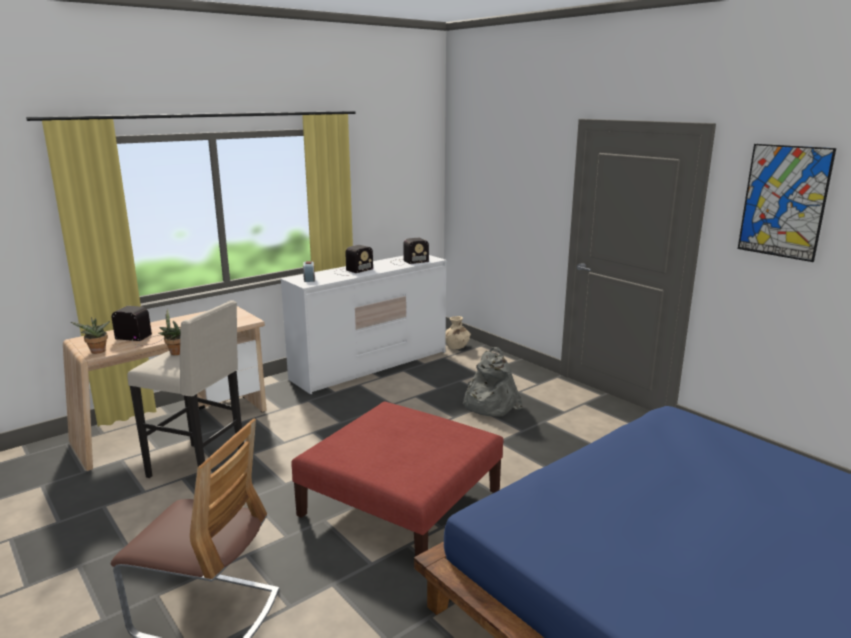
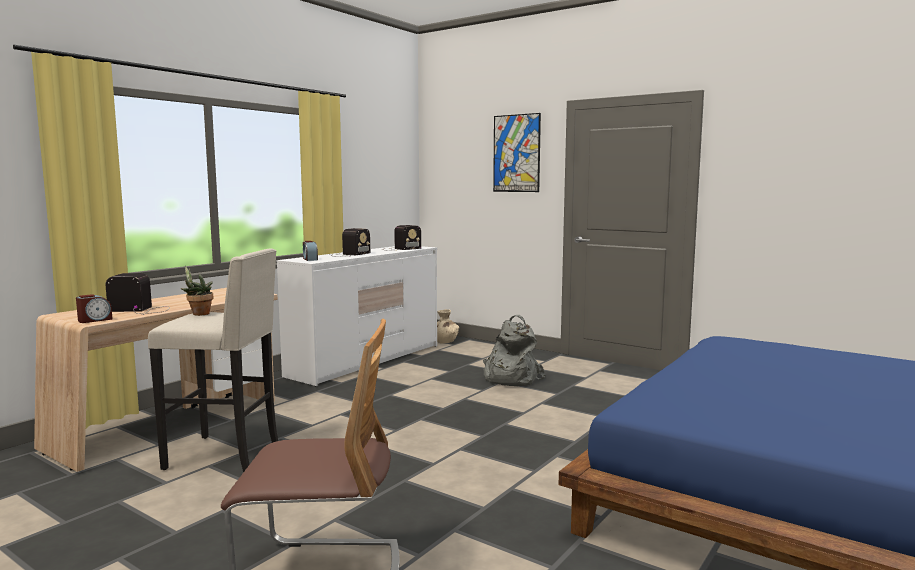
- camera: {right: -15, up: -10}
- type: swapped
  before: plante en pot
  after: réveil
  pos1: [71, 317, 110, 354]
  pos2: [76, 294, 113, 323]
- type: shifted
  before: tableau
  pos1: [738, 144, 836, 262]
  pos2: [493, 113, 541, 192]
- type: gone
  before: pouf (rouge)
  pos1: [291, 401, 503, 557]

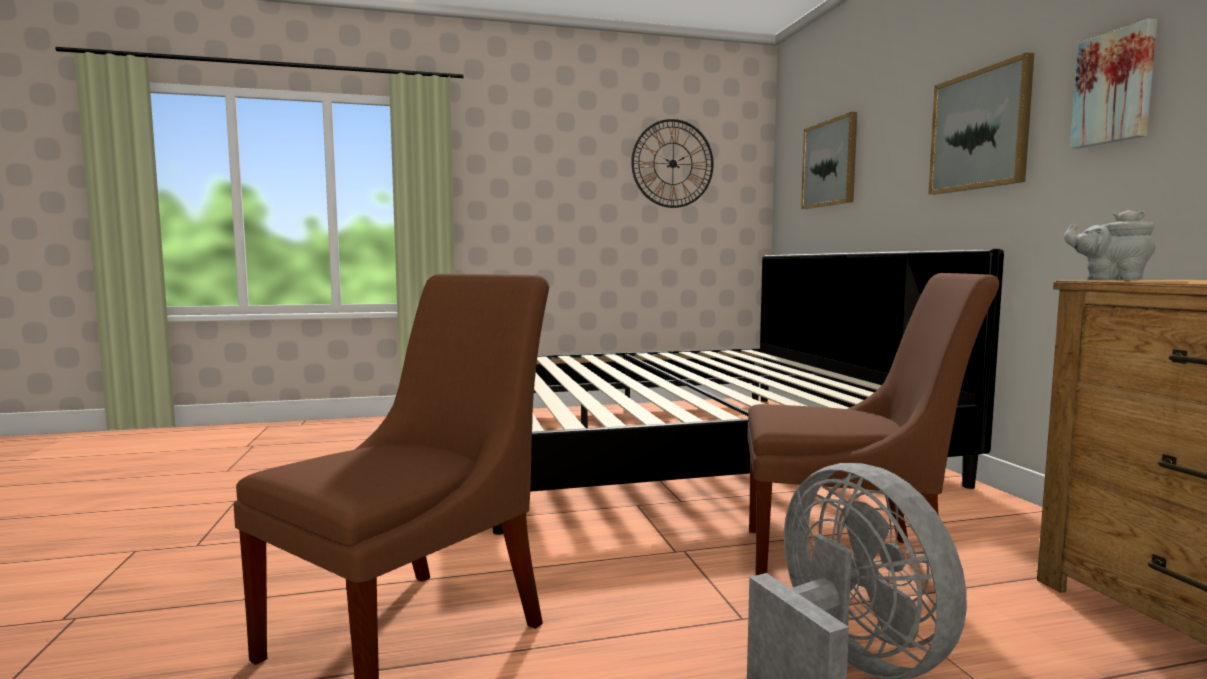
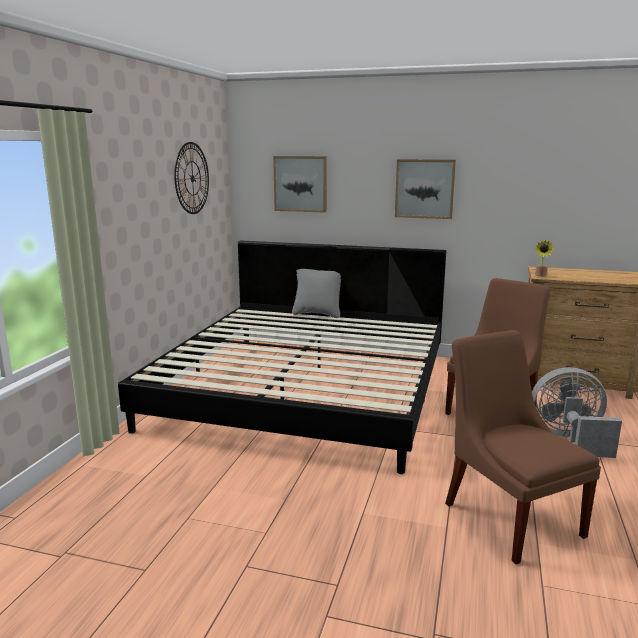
- camera: {right: -60, up: 10}
- type: new
  after: coussin (gris)
  pos2: [292, 269, 341, 318]
- type: swapped
  before: théière (gris)
  after: plante en pot
  pos1: [1064, 210, 1156, 281]
  pos2: [535, 240, 554, 277]
- type: gone
  before: tableau
  pos1: [1070, 19, 1157, 149]

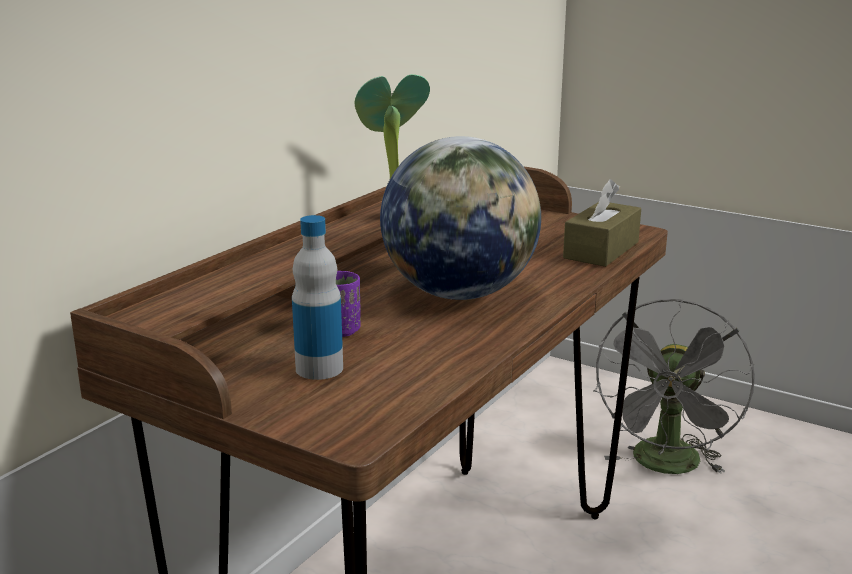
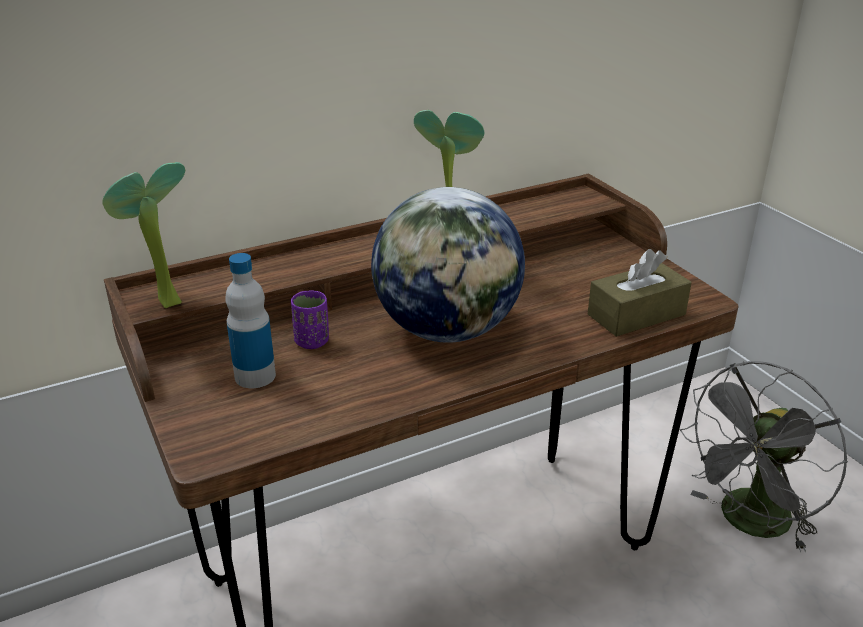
- camera: {right: 30, up: 10}
- type: new
  after: plante en pot
  pos2: [102, 162, 185, 308]

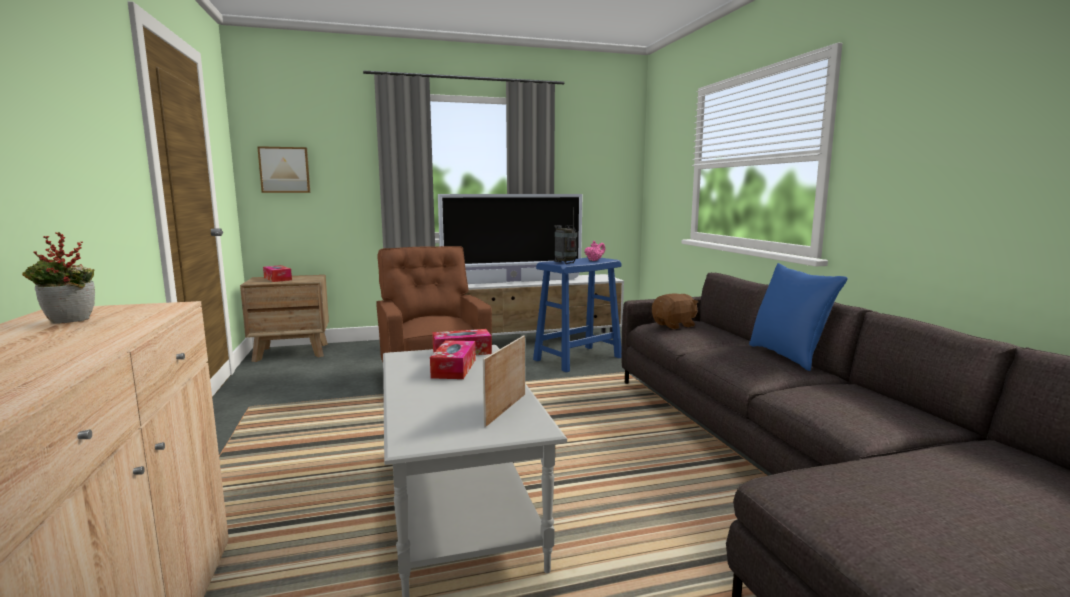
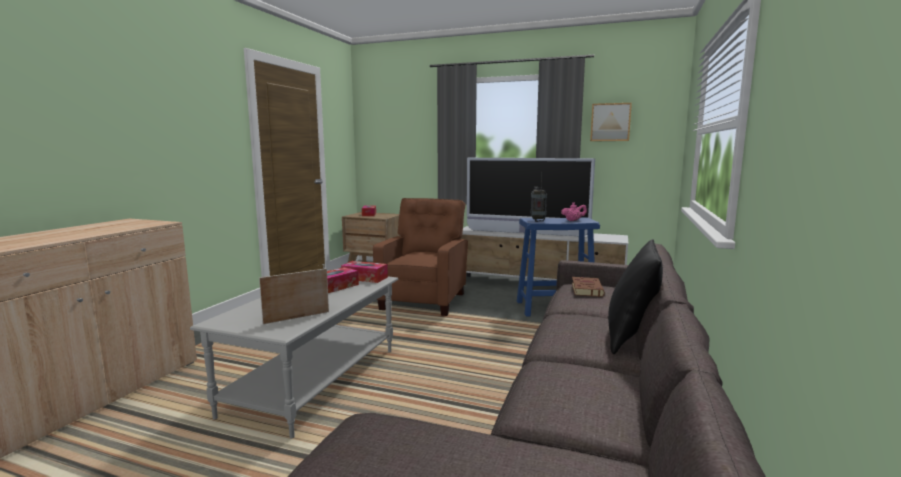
- camera: {right: 35, up: 0}
- type: swapped
  before: peluche (marron)
  after: livre (marron)
  pos1: [652, 294, 698, 329]
  pos2: [572, 277, 605, 297]
- type: shifted
  before: tableau
  pos1: [257, 146, 310, 193]
  pos2: [590, 103, 632, 141]
- type: repainted
  before: coussin (bleu)
  after: coussin (noir)
  pos1: [749, 263, 848, 371]
  pos2: [608, 239, 663, 354]
- type: gone
  before: plante en pot
  pos1: [22, 232, 95, 323]

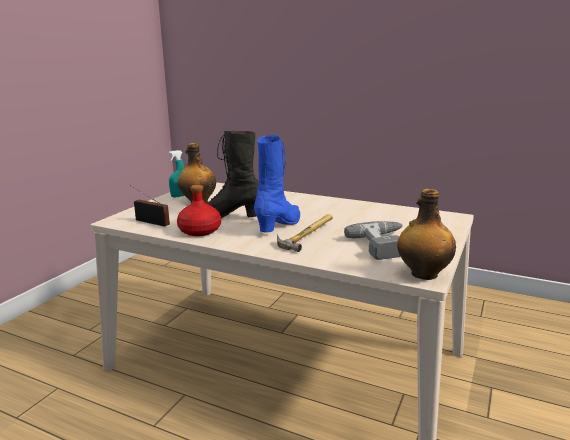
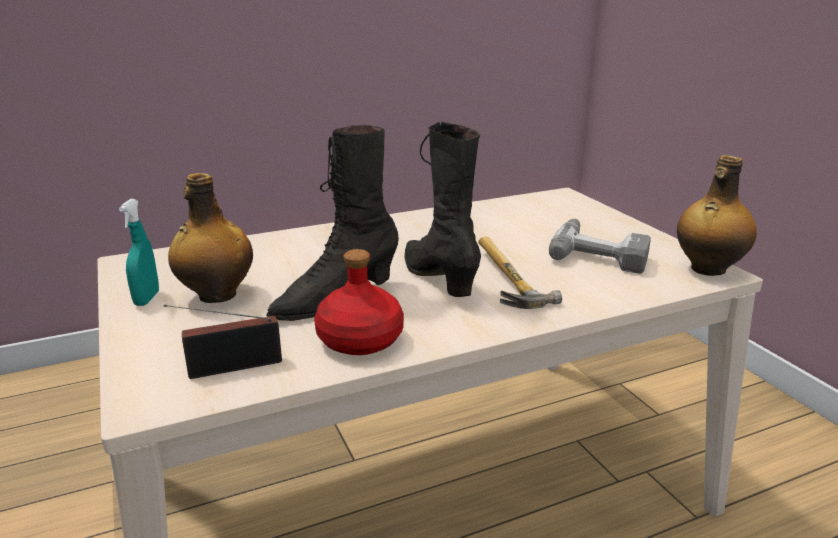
- camera: {right: -50, up: 5}
- type: repainted
  before: botte (bleu)
  after: botte (noir)
  pos1: [254, 135, 300, 233]
  pos2: [405, 122, 481, 297]

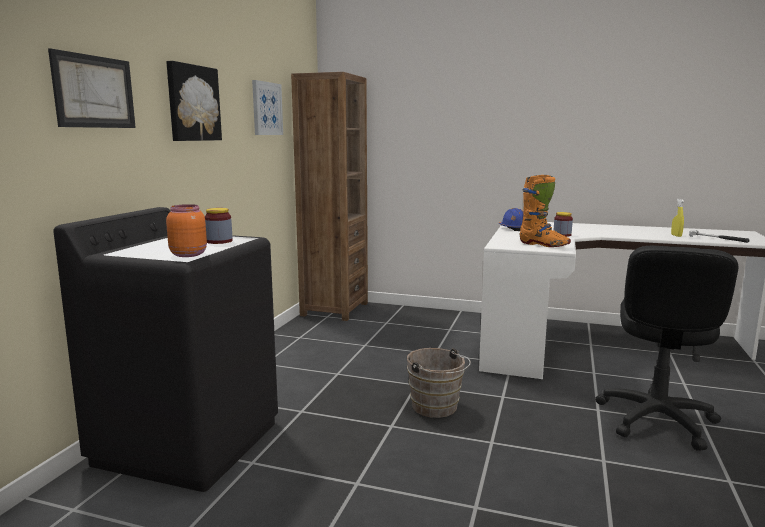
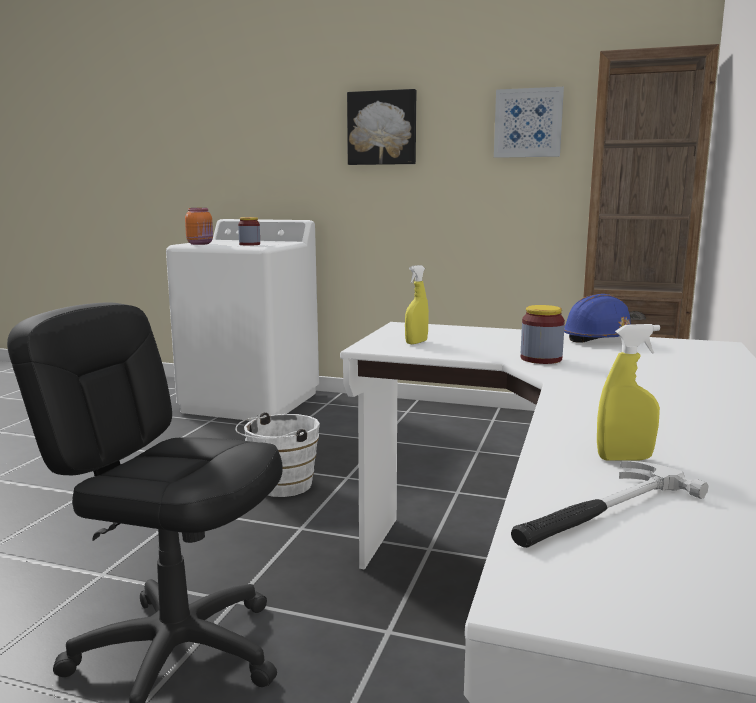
- camera: {right: 90, up: 0}
- type: repainted
  before: lave-linge (noir)
  after: lave-linge (blanc)
  pos1: [53, 207, 278, 492]
  pos2: [166, 219, 319, 421]
- type: repainted
  before: seau (marron)
  after: seau (blanc)
  pos1: [407, 348, 471, 418]
  pos2: [235, 412, 320, 497]
- type: swapped
  before: botte (orange)
  after: vaporisateur (jaune)
  pos1: [520, 175, 571, 247]
  pos2: [405, 265, 429, 344]
- type: gone
  before: tableau
  pos1: [48, 48, 136, 128]

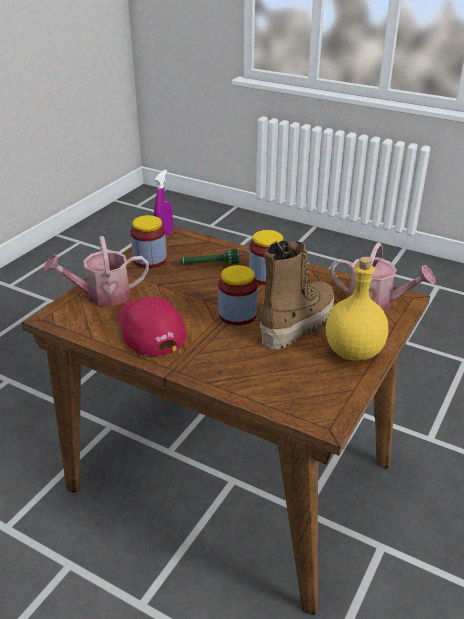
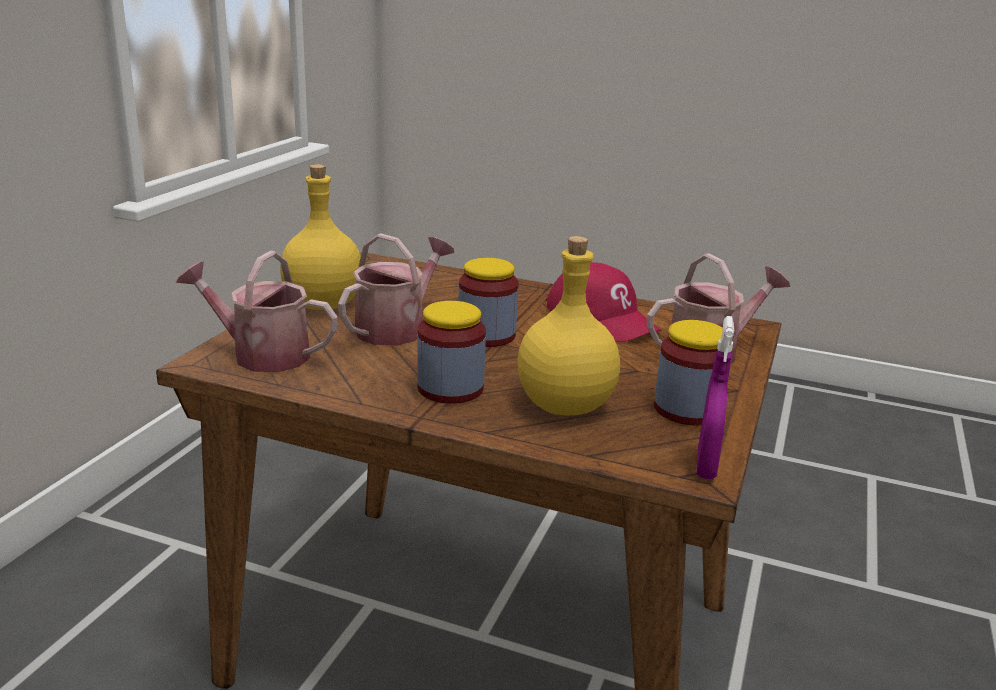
- camera: {right: 170, up: -10}
- type: swapped
  before: botte
  after: arrosoir
  pos1: [260, 240, 334, 350]
  pos2: [338, 233, 454, 346]
- type: swapped
  before: lampe de poche (vert)
  after: bouteille (jaune)
  pos1: [180, 249, 240, 264]
  pos2: [517, 236, 620, 416]

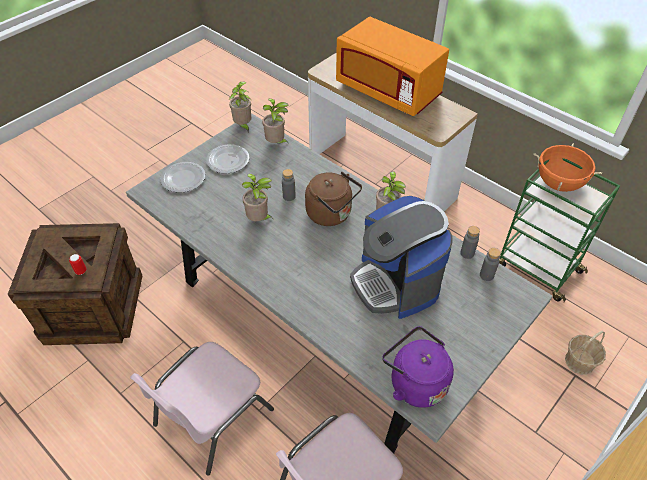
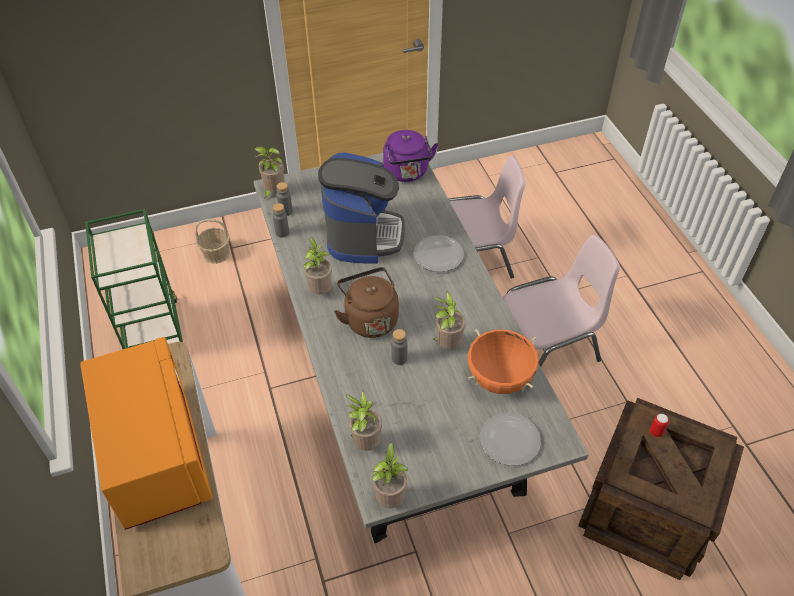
- camera: {right: -150, up: 0}
- type: new
  after: plante en pot
  pos2: [253, 147, 285, 200]
- type: shifted
  before: assiette
  pos1: [206, 144, 249, 173]
  pos2: [414, 235, 464, 272]
- type: shifted
  before: marmite (orange)
  pos1: [534, 143, 602, 192]
  pos2: [468, 329, 539, 394]

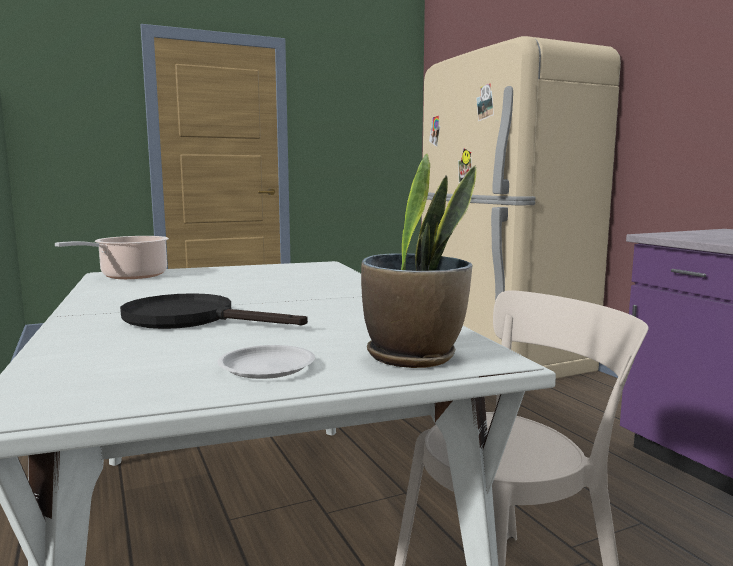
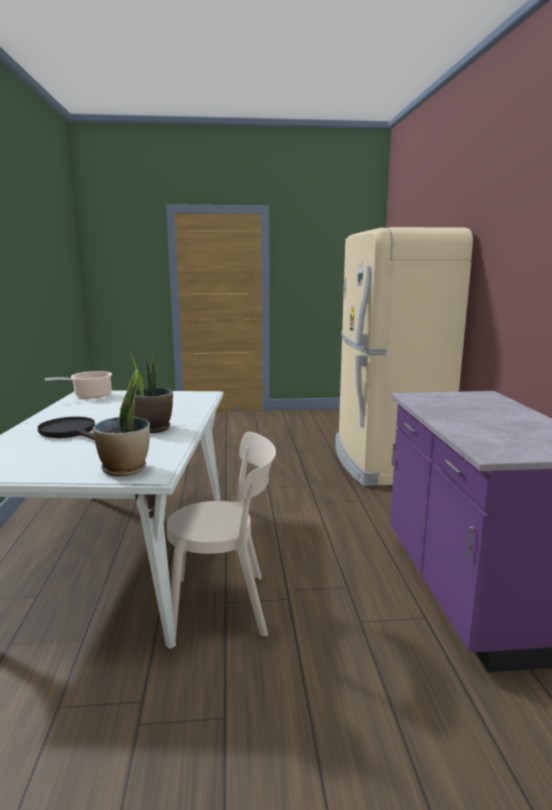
- camera: {right: 20, up: 5}
- type: new
  after: plante en pot
  pos2: [128, 351, 173, 433]
- type: gone
  before: assiette (blanc)
  pos1: [217, 345, 315, 379]

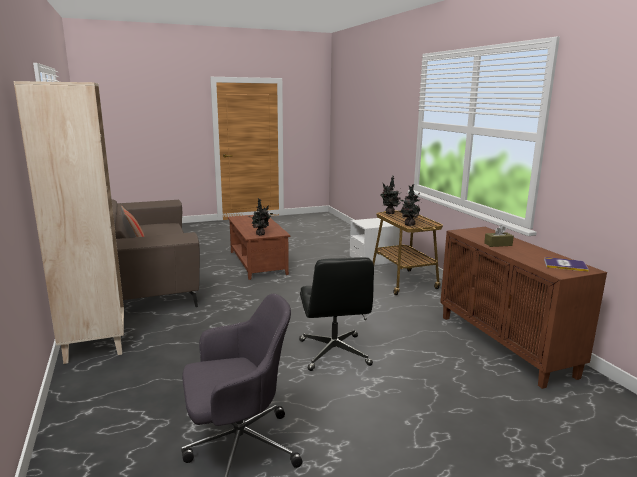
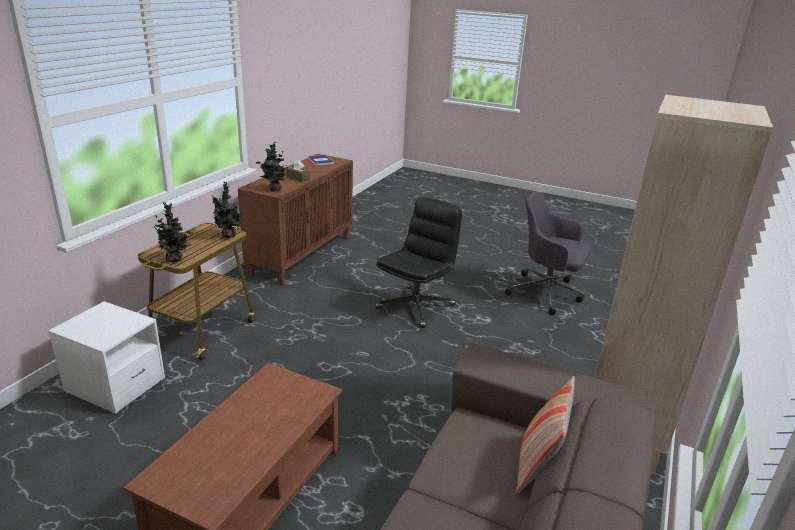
- camera: {right: -135, up: 10}
- type: shifted
  before: plante en pot
  pos1: [248, 198, 273, 235]
  pos2: [256, 141, 288, 191]

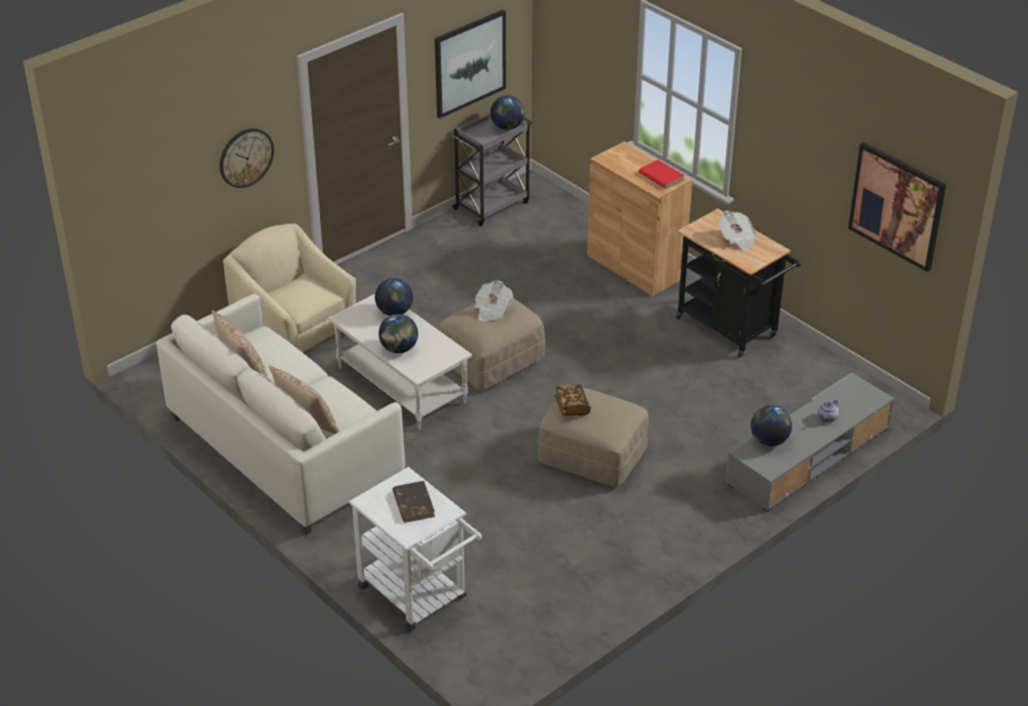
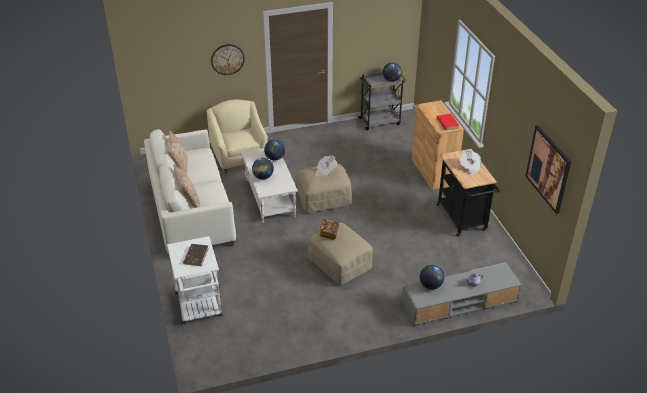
- camera: {right: 25, up: 0}
- type: gone
  before: tableau
  pos1: [435, 10, 506, 118]

